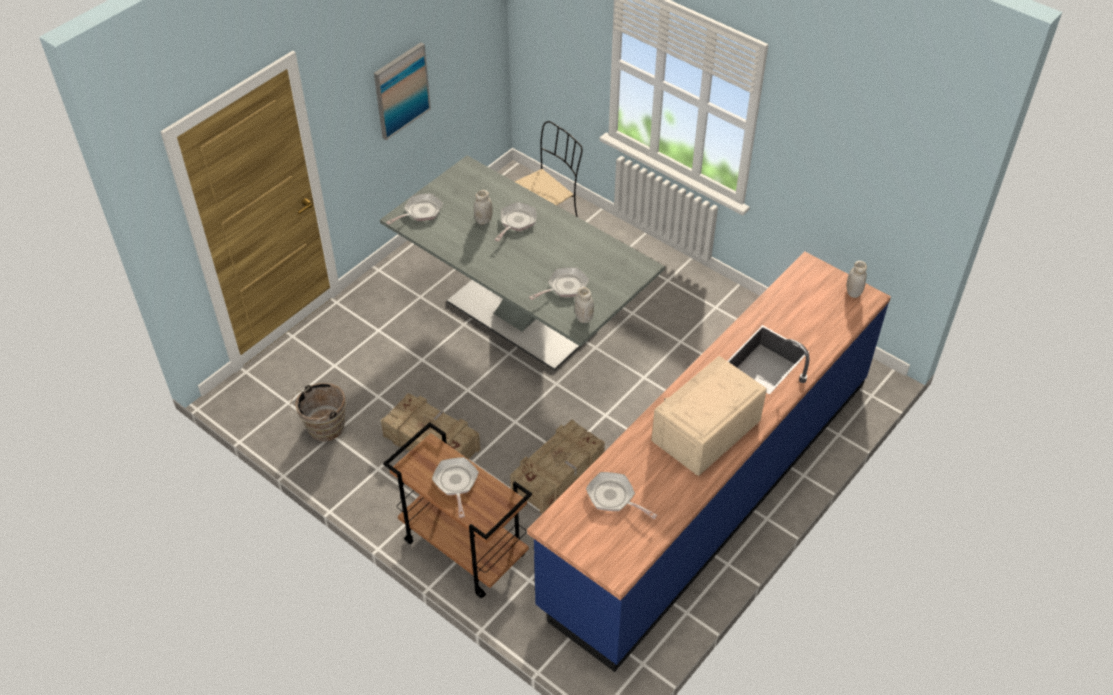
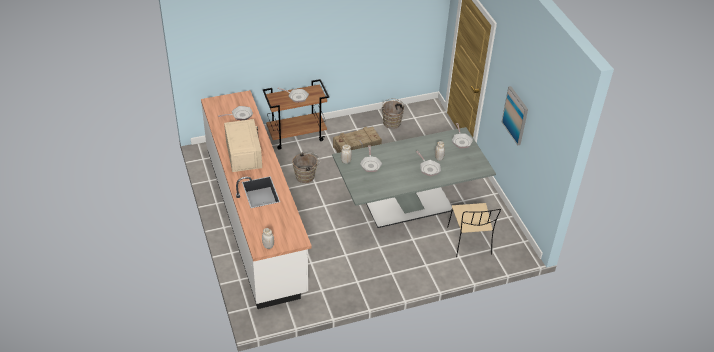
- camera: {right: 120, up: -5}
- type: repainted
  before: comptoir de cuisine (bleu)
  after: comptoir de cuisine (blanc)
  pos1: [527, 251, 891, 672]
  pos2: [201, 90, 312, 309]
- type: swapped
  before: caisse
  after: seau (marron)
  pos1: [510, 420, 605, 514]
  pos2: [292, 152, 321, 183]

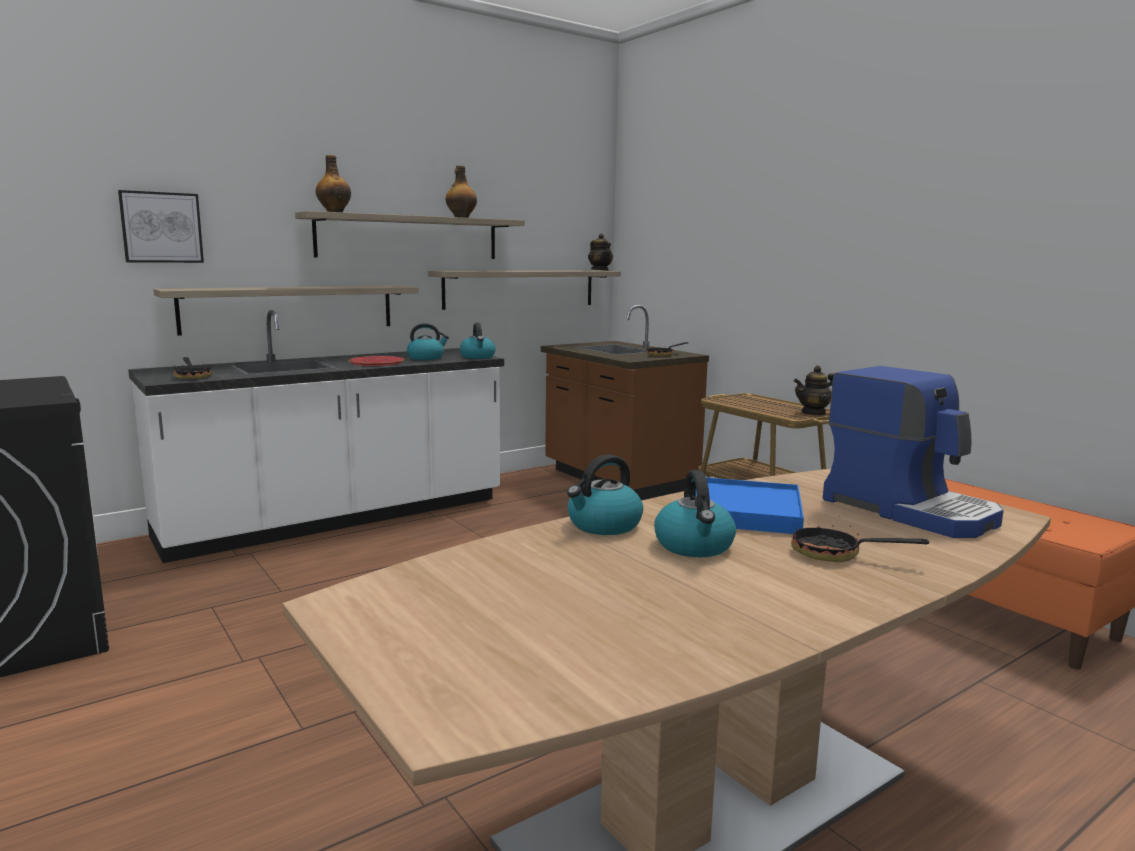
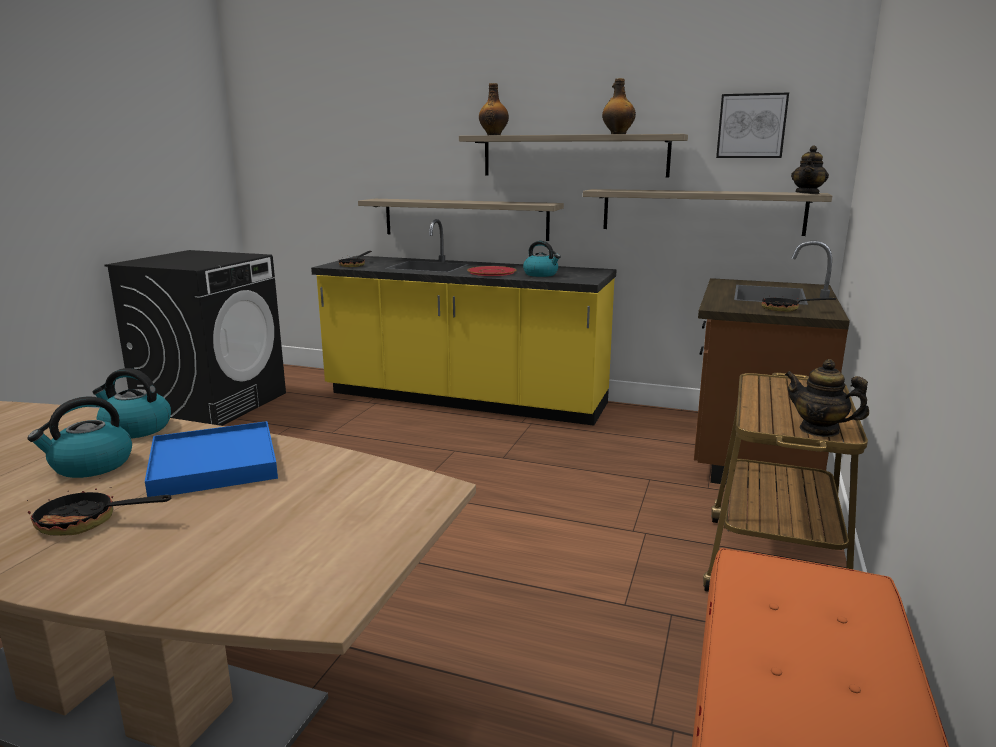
- camera: {right: 55, up: 5}
- type: rotated
  before: poêle
  pos1: [791, 516, 929, 562]
  pos2: [27, 487, 171, 536]
  turn: -75
- type: repainted
  before: comptoir de cuisine (blanc)
  after: comptoir de cuisine (jaune)
  pos1: [128, 310, 504, 563]
  pos2: [311, 219, 617, 426]
- type: shifted
  before: tableau
  pos1: [118, 190, 204, 263]
  pos2: [716, 92, 789, 158]
- type: gone
  before: bouilloire
  pos1: [460, 323, 496, 359]
- type: gone
  before: machine à café
  pos1: [823, 366, 1004, 538]

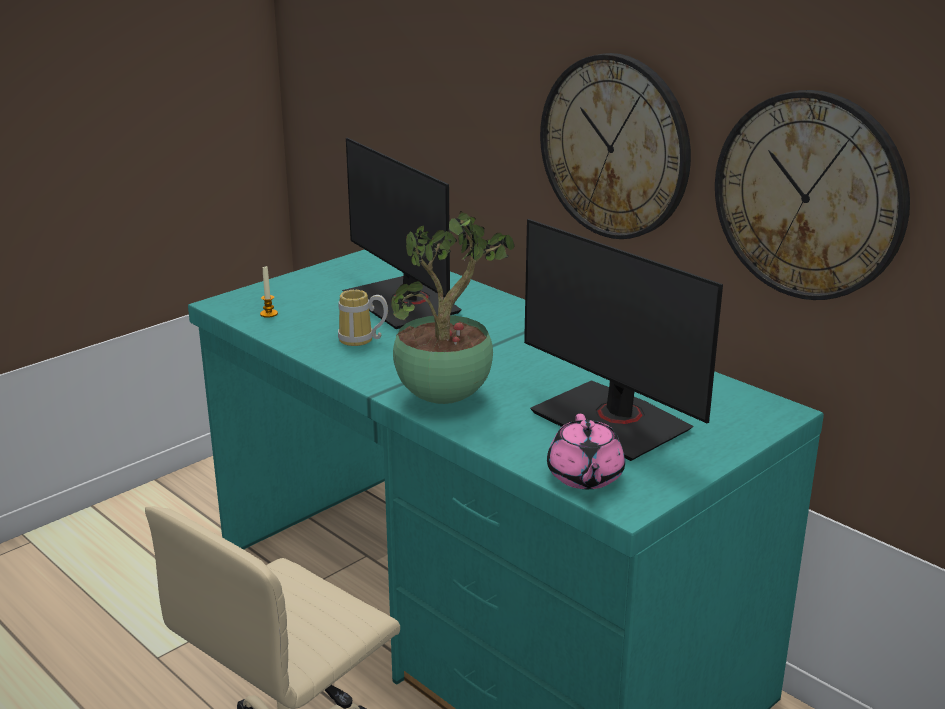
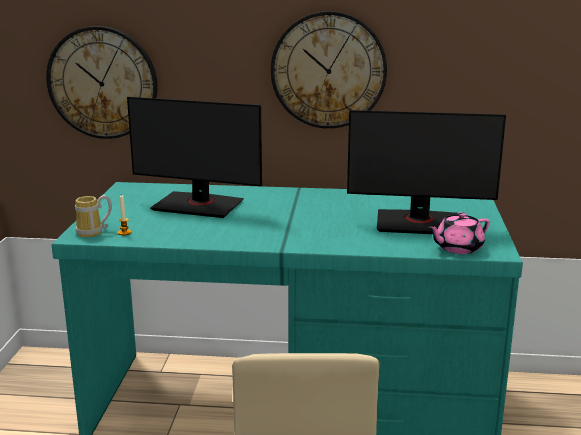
- camera: {right: -40, up: -5}
- type: shifted
  before: horloge murale
  pos1: [715, 90, 910, 300]
  pos2: [46, 26, 158, 139]
- type: shifted
  before: mug
  pos1: [338, 290, 388, 346]
  pos2: [75, 195, 112, 237]
- type: rotated
  before: théière (rose)
  pos1: [547, 414, 625, 489]
  pos2: [428, 212, 490, 254]
  turn: 105
- type: gone
  before: plante en pot
  pos1: [391, 211, 515, 404]

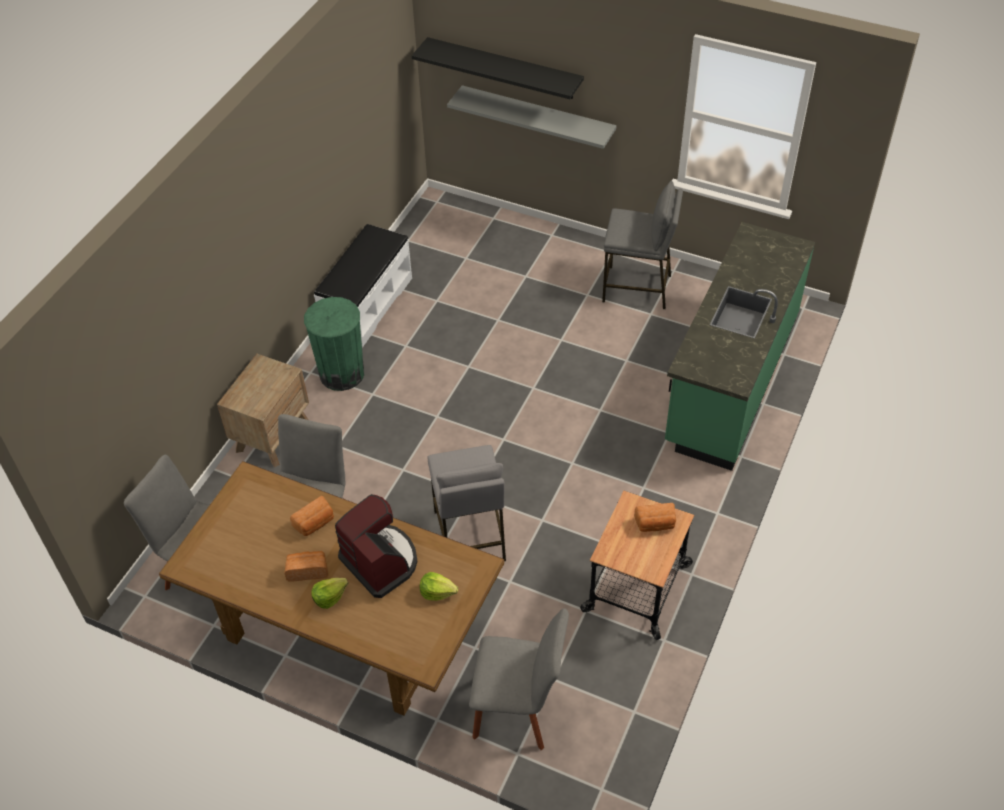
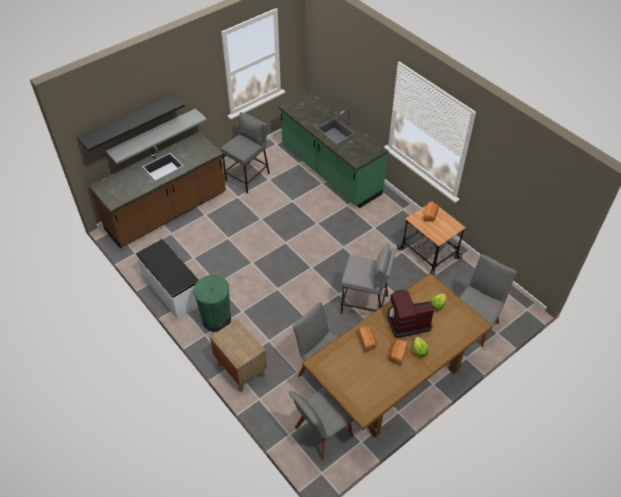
- camera: {right: -65, up: 0}
- type: new
  after: comptoir de cuisine (marron)
  pos2: [89, 131, 226, 248]

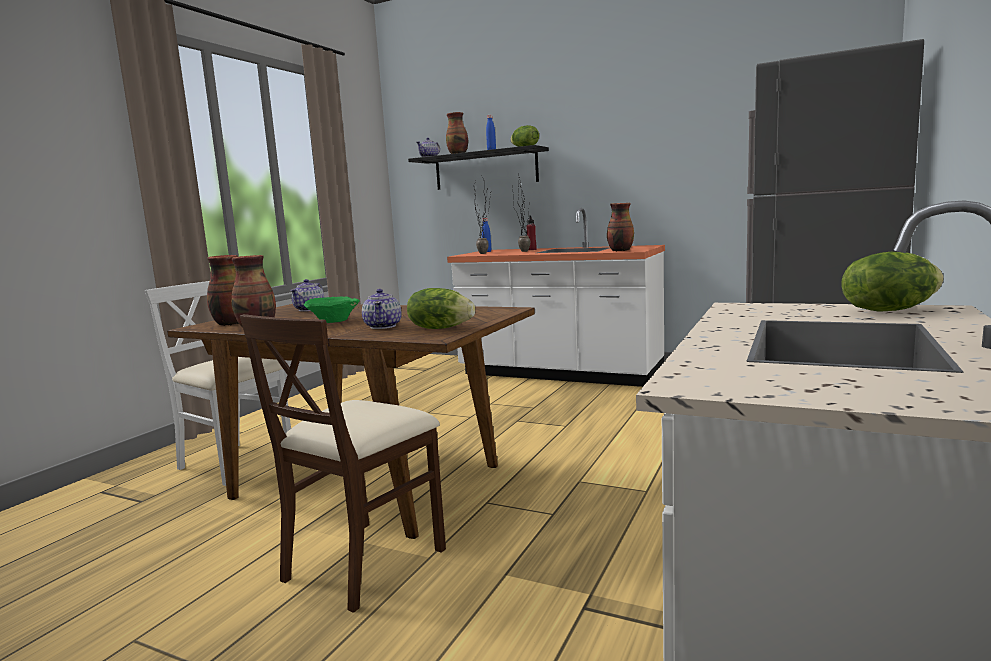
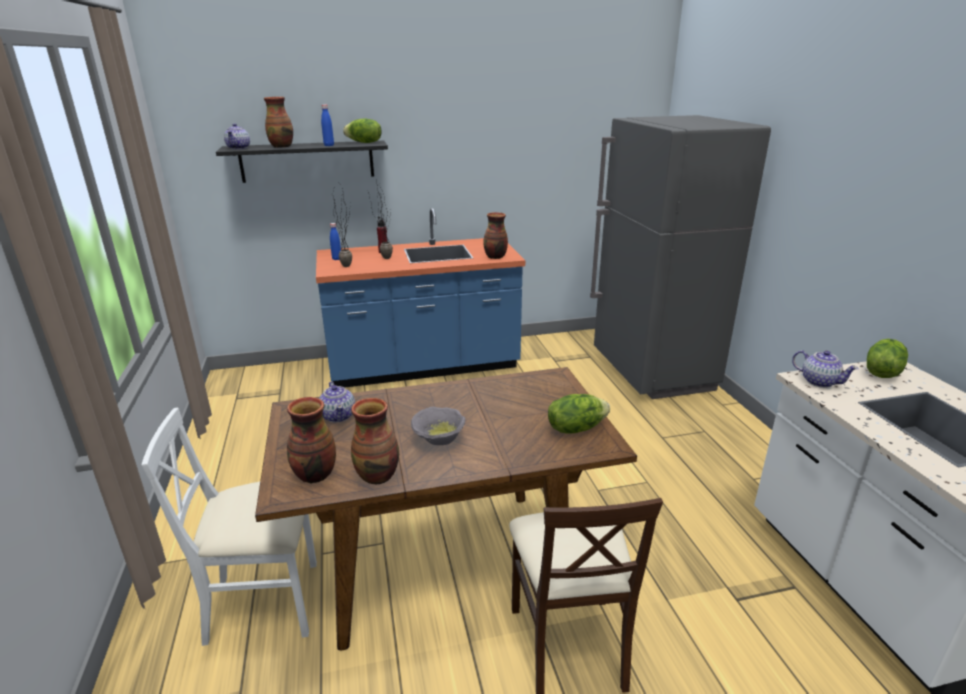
- camera: {right: -40, up: 15}
- type: repainted
  before: comptoir de cuisine (blanc)
  after: comptoir de cuisine (bleu)
  pos1: [447, 208, 665, 387]
  pos2: [316, 208, 525, 388]
- type: repainted
  before: bol (vert)
  after: bol (gris)
  pos1: [304, 297, 360, 323]
  pos2: [411, 407, 466, 445]
- type: shifted
  before: théière
  pos1: [362, 289, 401, 329]
  pos2: [792, 350, 859, 388]

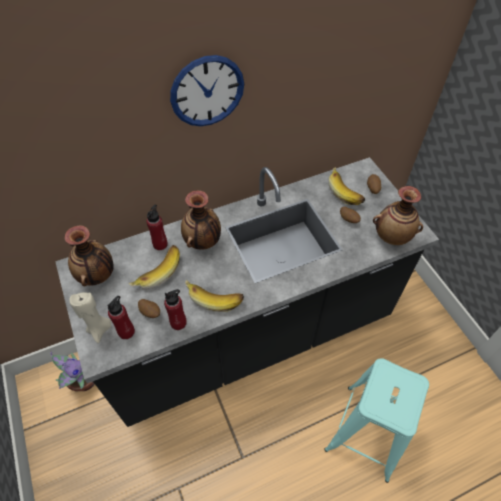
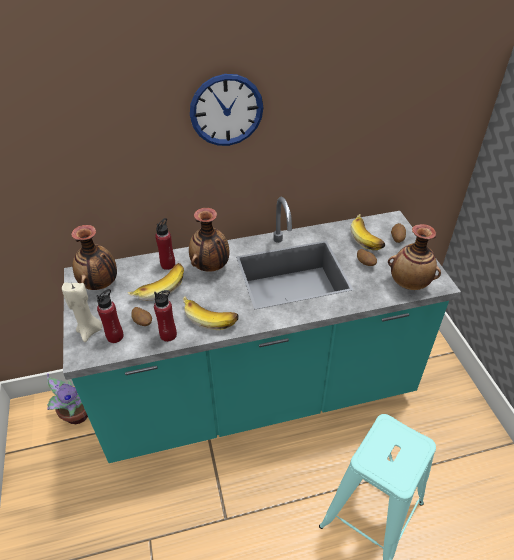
- camera: {right: 10, up: -10}
- type: repainted
  before: comptoir de cuisine (noir)
  after: comptoir de cuisine (turquoise)
  pos1: [55, 157, 439, 427]
  pos2: [63, 197, 461, 463]

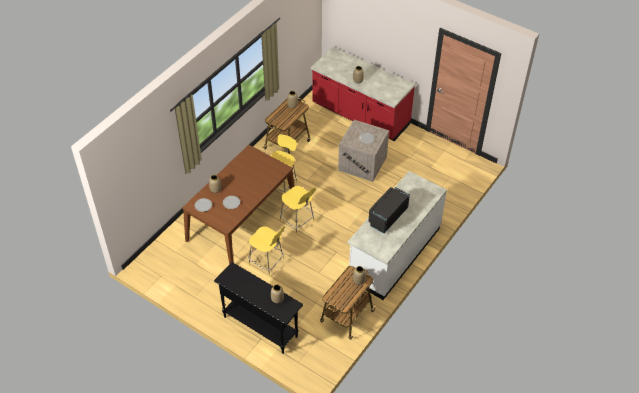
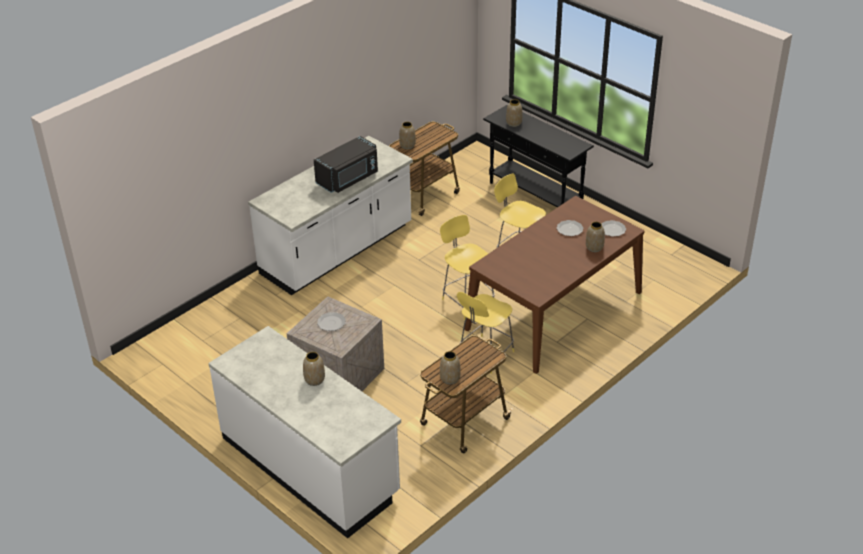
- camera: {right: -170, up: -10}
- type: repainted
  before: comptoir de cuisine (rouge)
  after: comptoir de cuisine (blanc)
  pos1: [311, 47, 415, 141]
  pos2: [208, 326, 401, 538]

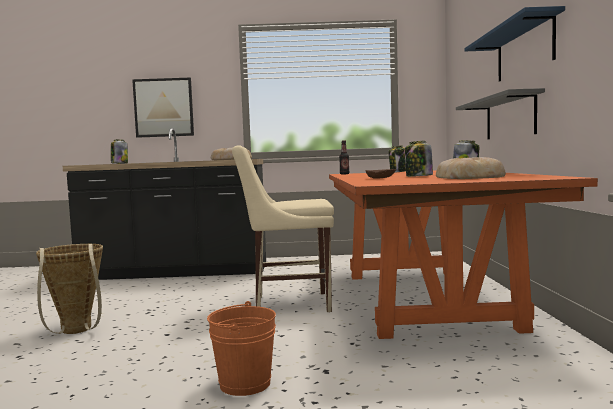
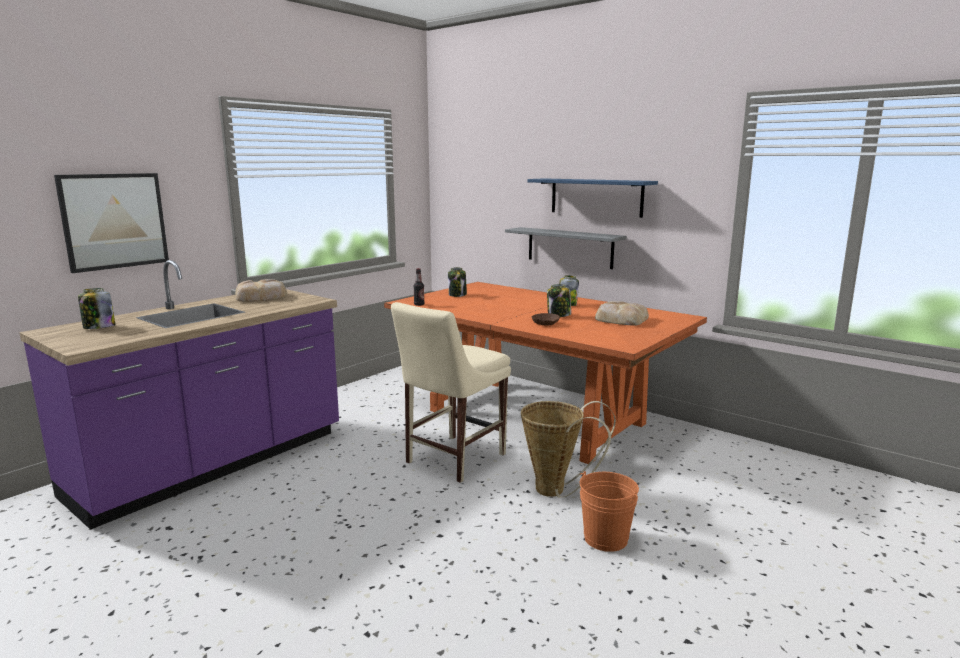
- camera: {right: -50, up: 10}
- type: repainted
  before: comptoir de cuisine (noir)
  after: comptoir de cuisine (violet)
  pos1: [63, 128, 266, 280]
  pos2: [19, 260, 339, 530]
- type: shifted
  before: panier
  pos1: [36, 244, 103, 334]
  pos2: [521, 401, 616, 498]

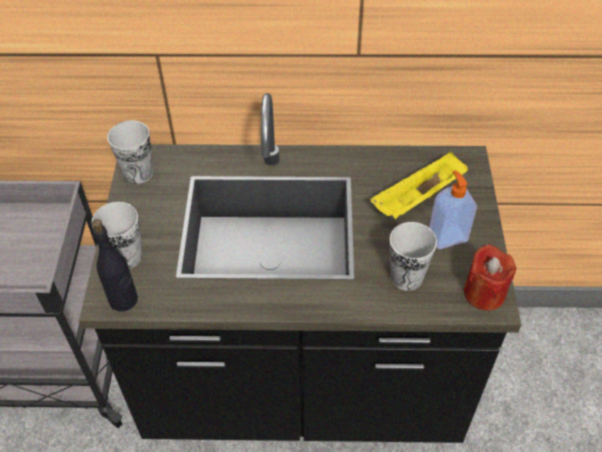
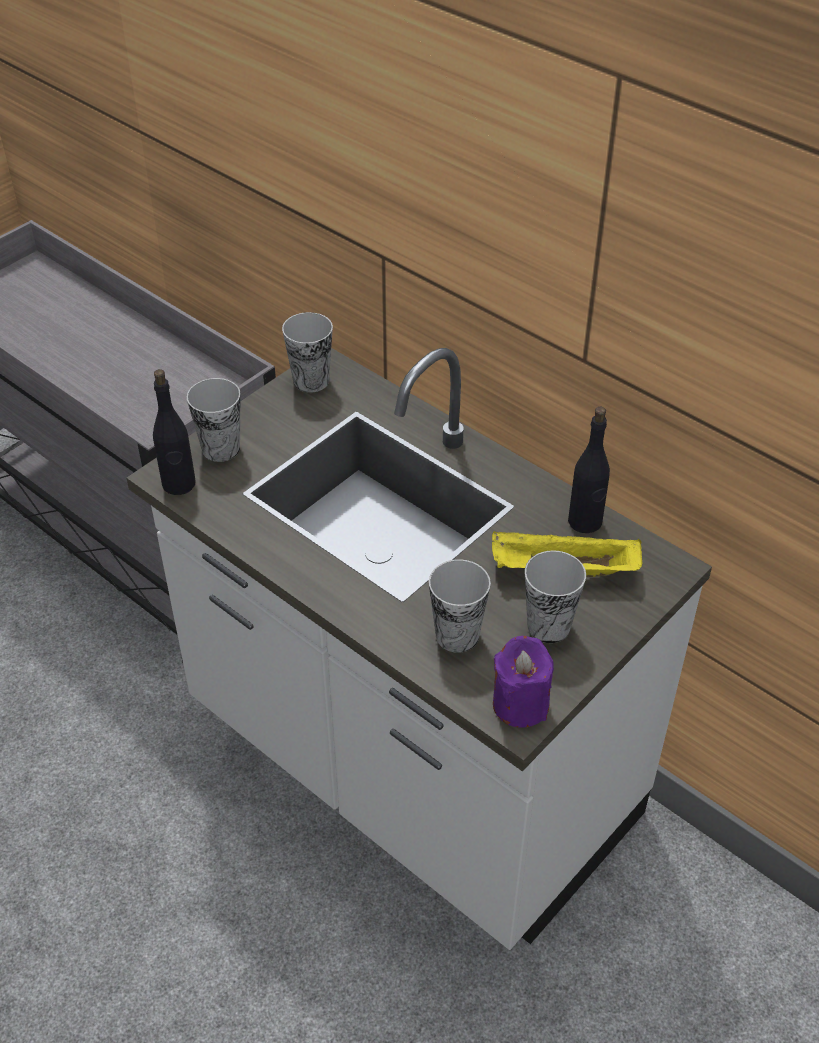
- camera: {right: 40, up: -5}
- type: repainted
  before: comptoir de cuisine (noir)
  after: comptoir de cuisine (blanc)
  pos1: [79, 93, 521, 443]
  pos2: [126, 348, 712, 950]
- type: repainted
  before: bougie (rouge)
  after: bougie (violet)
  pos1: [464, 244, 516, 311]
  pos2: [493, 636, 554, 728]
- type: swapped
  before: distributeur de savon
  after: tasse
  pos1: [429, 171, 477, 249]
  pos2: [525, 550, 586, 643]
- type: new
  after: bouteille (noir)
  pos2: [568, 407, 610, 533]

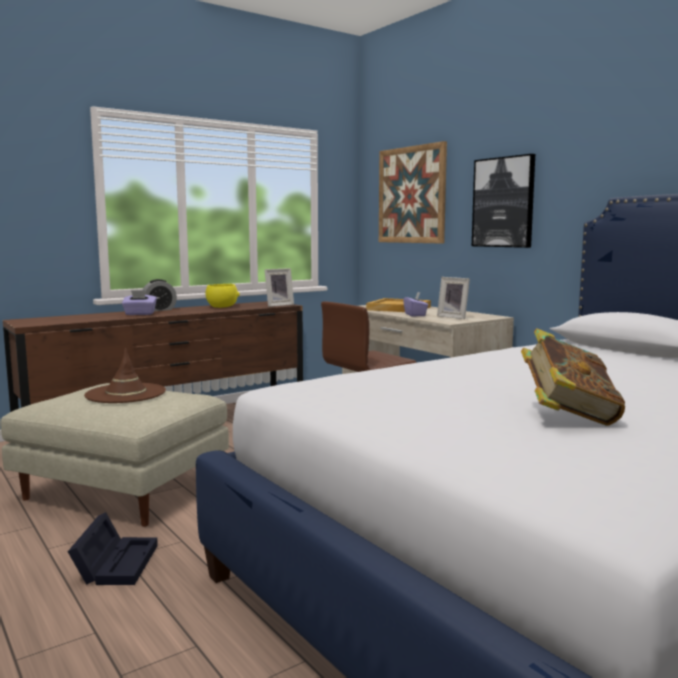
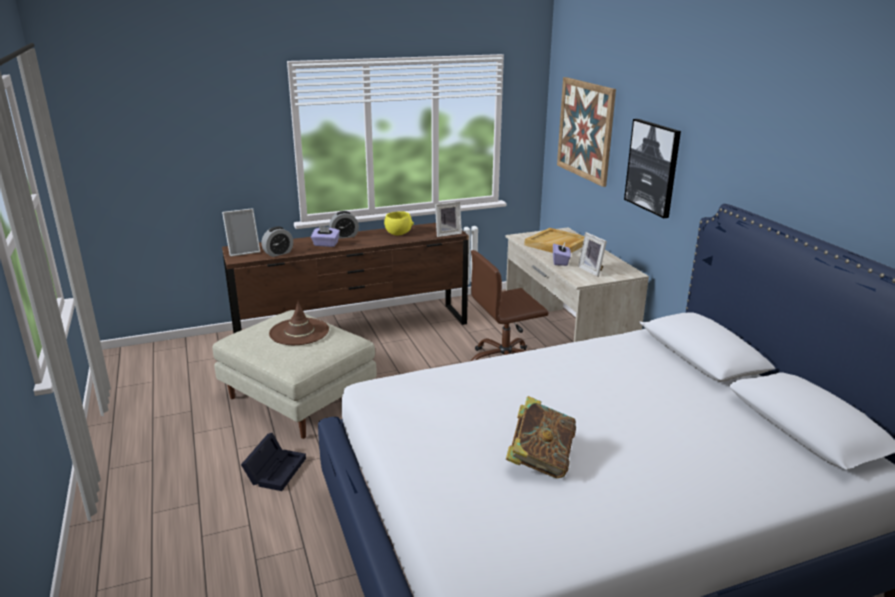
- camera: {right: 15, up: 15}
- type: new
  after: cadre photo
  pos2: [222, 208, 260, 257]
- type: new
  after: réveil
  pos2: [261, 226, 293, 257]

